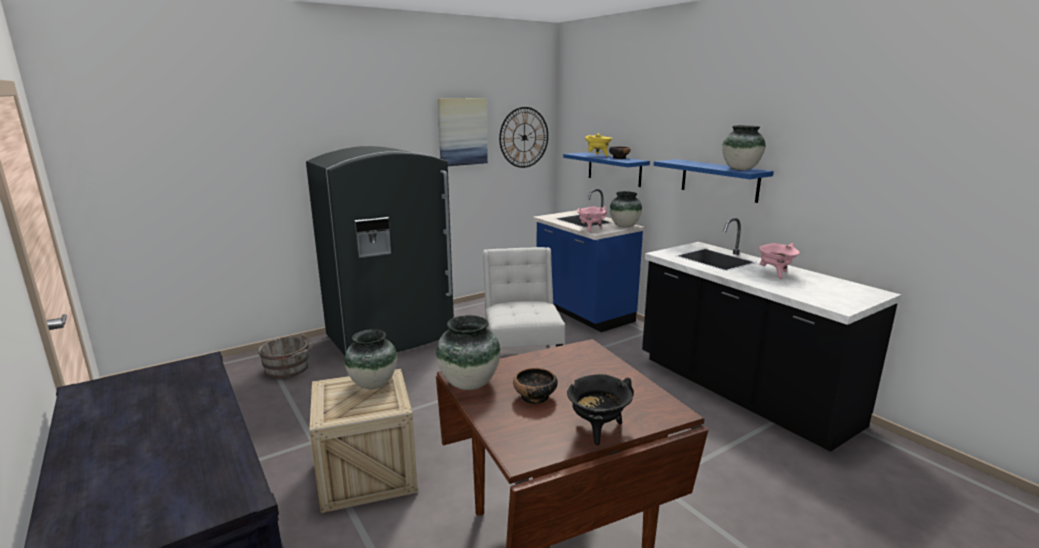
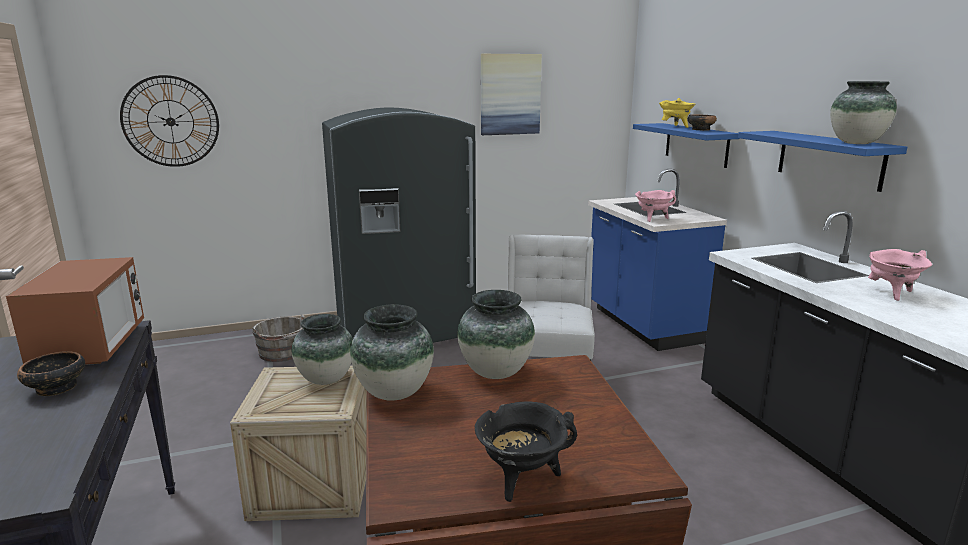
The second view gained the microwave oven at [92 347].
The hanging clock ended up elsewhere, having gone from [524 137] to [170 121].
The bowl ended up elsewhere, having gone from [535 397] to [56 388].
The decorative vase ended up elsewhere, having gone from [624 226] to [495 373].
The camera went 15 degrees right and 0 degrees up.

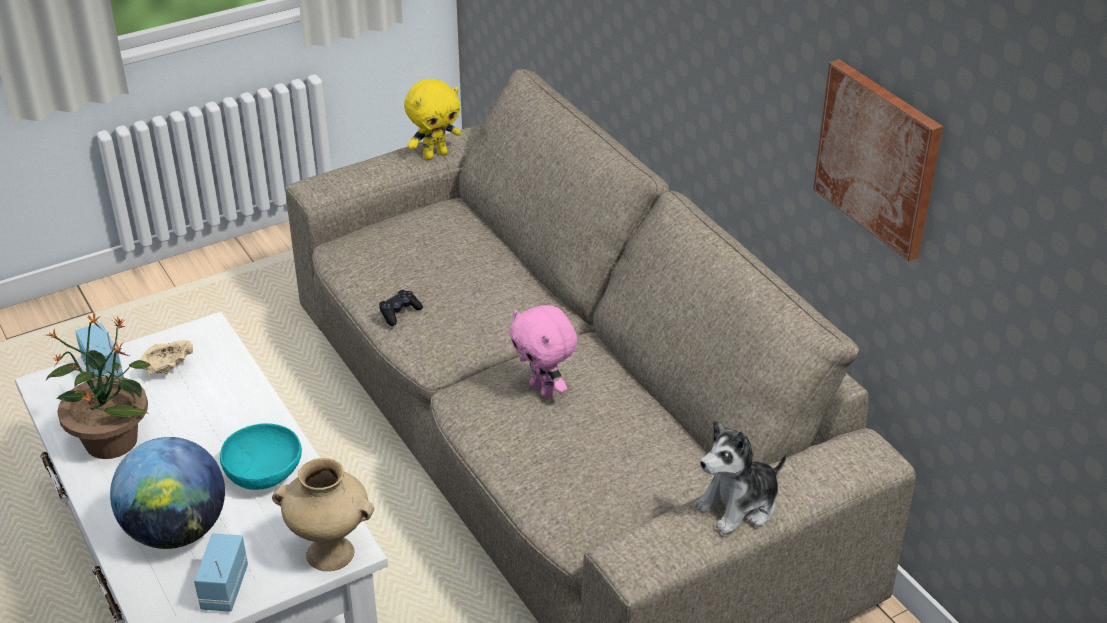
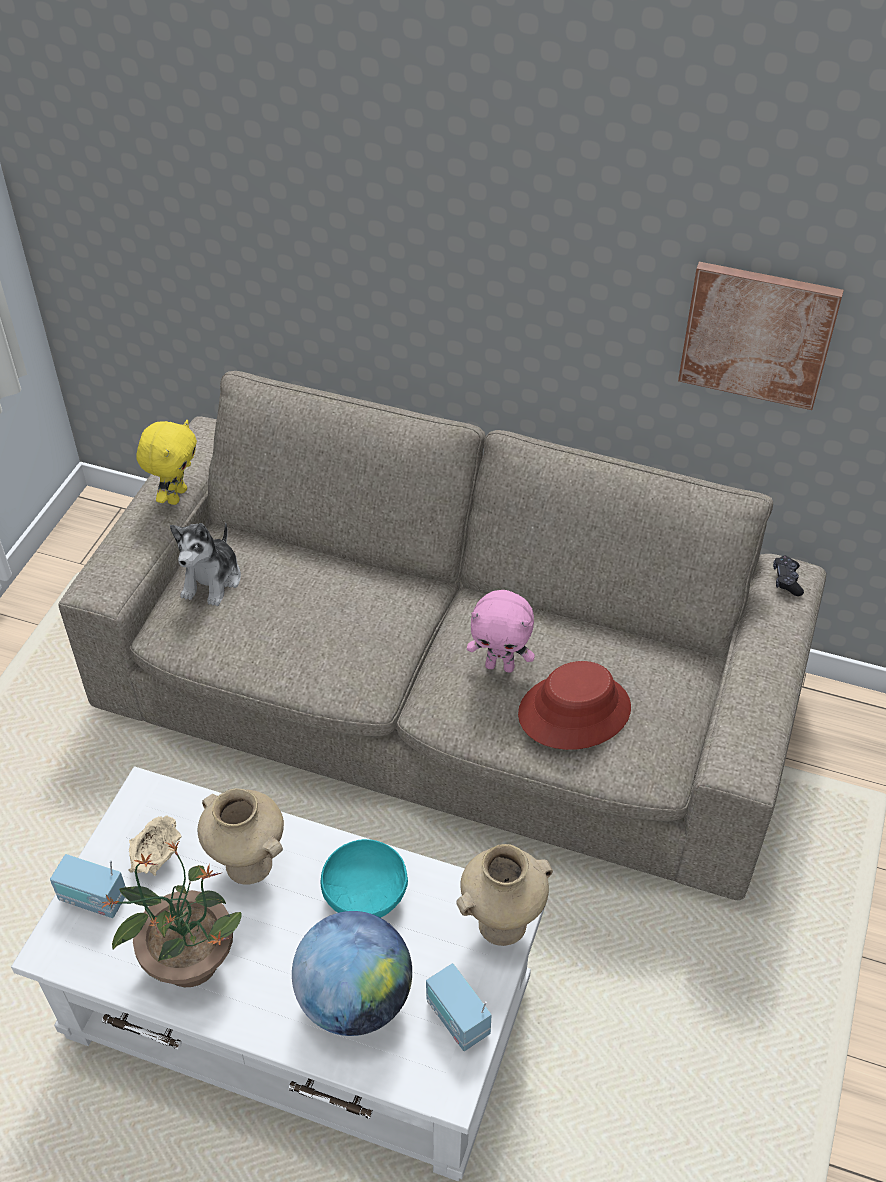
The second view gained the beige decorative vase at [247 864].
The second view gained the red hat at [574 711].
The black-coloured joypad ended up elsewhere, having gone from [399 313] to [786 580].
The soft toy ended up elsewhere, having gone from [739 506] to [212 580].
The camera went 40 degrees left and 10 degrees up.

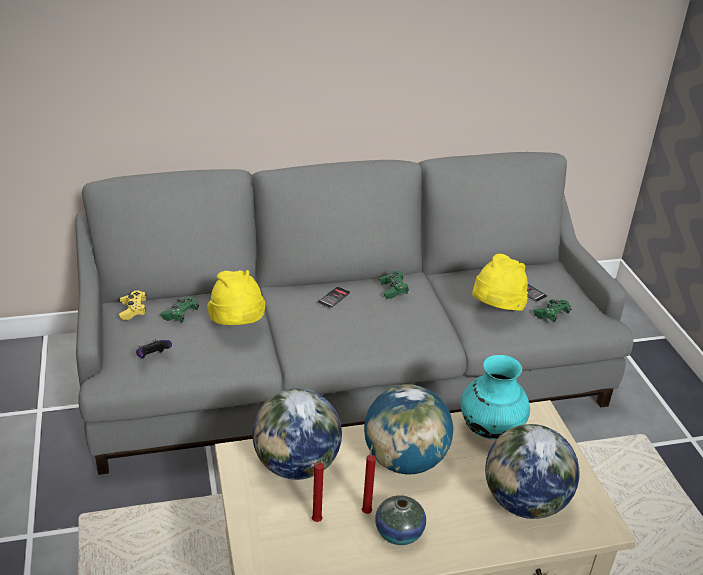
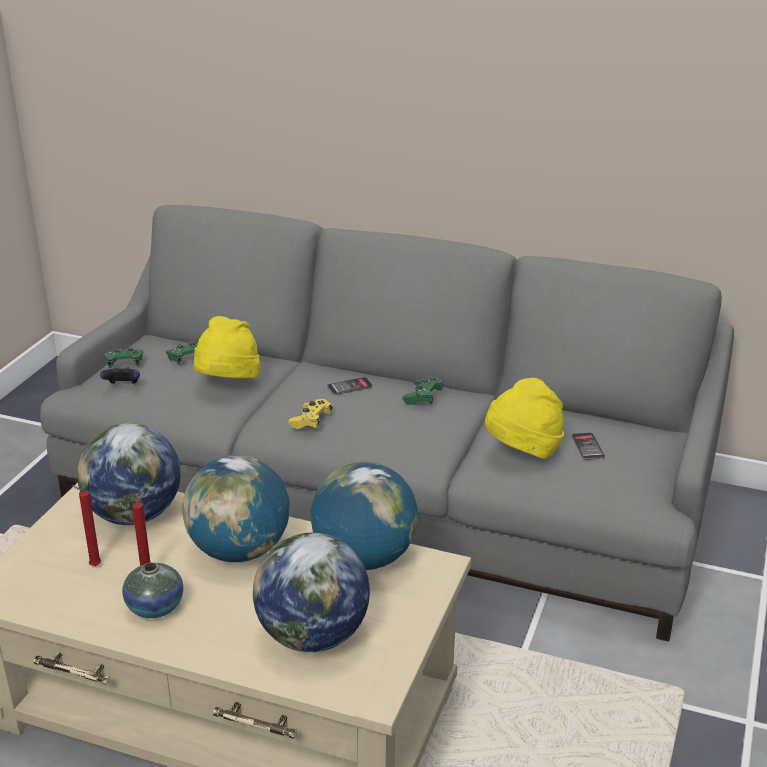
The yellow joypad ended up elsewhere, having gone from [133 310] to [311 421].
The greenish joypad ended up elsewhere, having gone from [551 315] to [125 364].
Where the turquoise decorative vase stood at [490 429], the world globe came to stand at [364 558].
The camera went 35 degrees right and 5 degrees down.

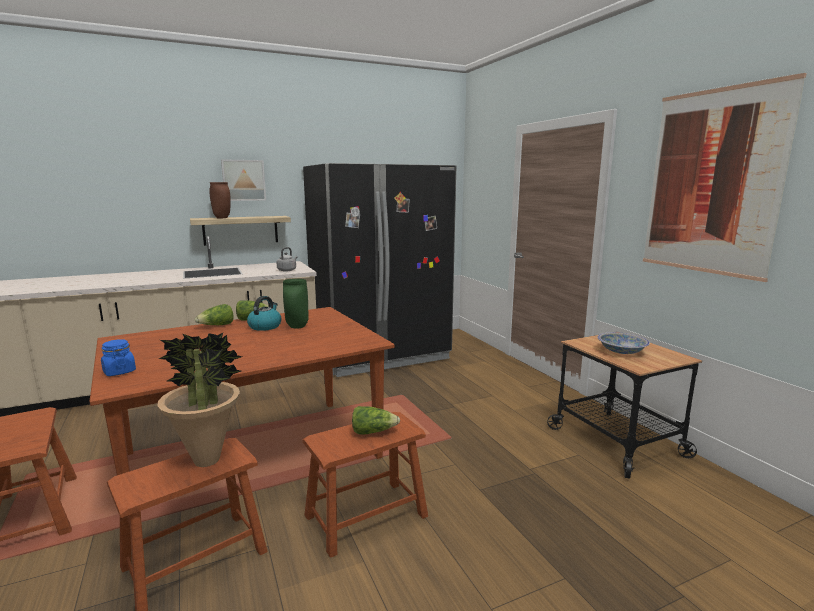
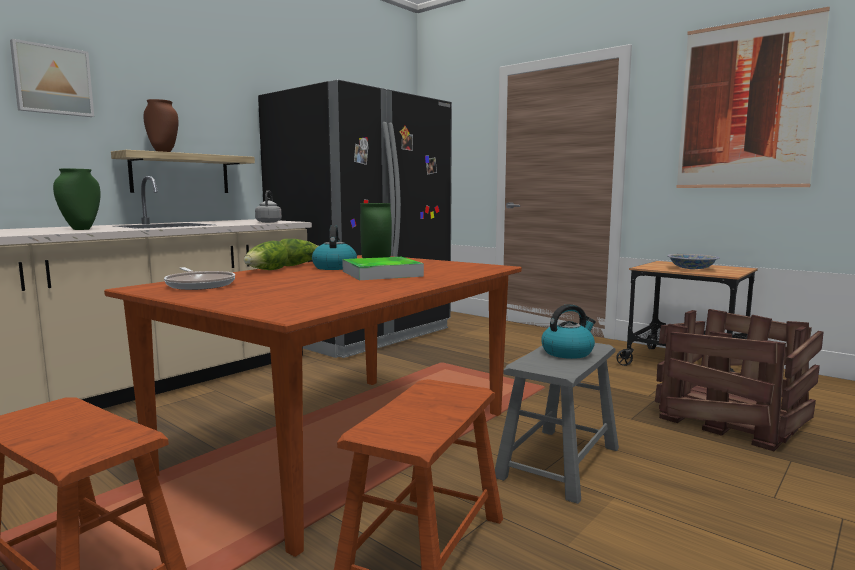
The second view lost the blue jar at [119 371].
The second view lost the potted plant at [207 460].
The second view gained the greenish decorative vase at [81 229].
The second view gained the skillet at [199 285].
The second view gained the serving tray at [382 273].
The second view gained the shipping crate at [734 418].
The wall art ended up elsewhere, having gone from [243 180] to [52 80].
Where the lettuce head stood at [373 432], the water kettle came to stand at [568 352].
What was the brown stool at [366 516] turned into the grey stool at [559 462].
The camera went 25 degrees left and 5 degrees down.

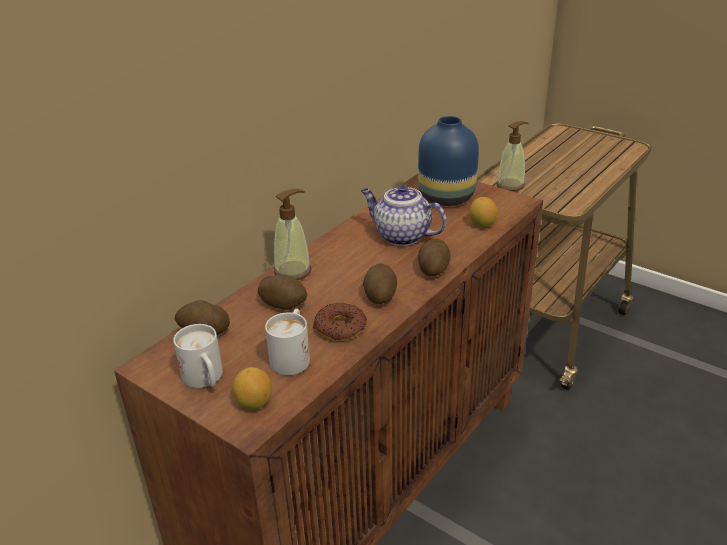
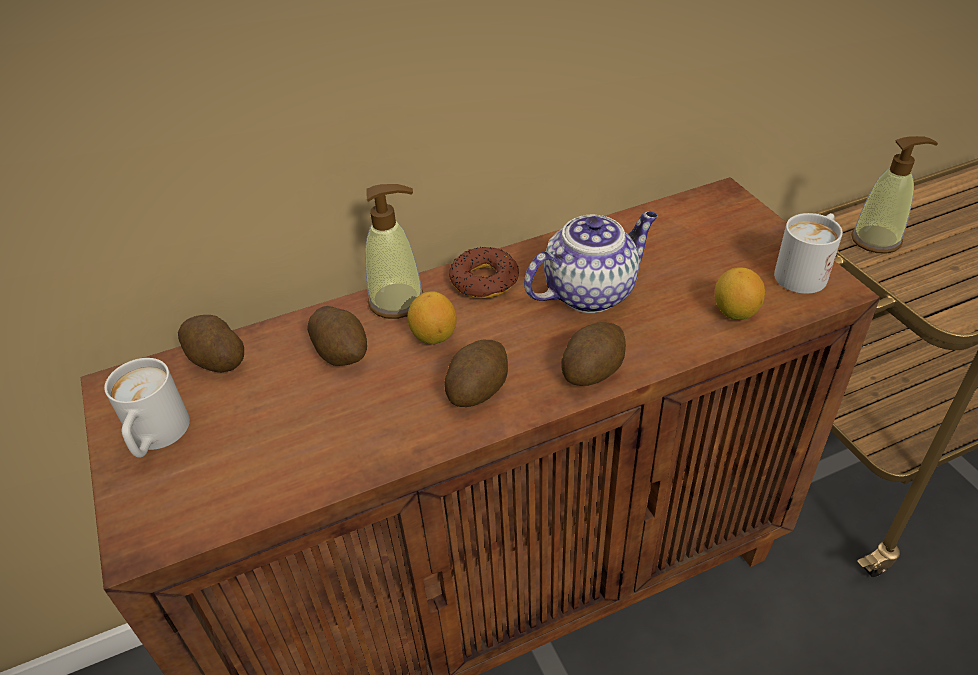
The second view lost the blue decorative vase at [447 197].
The citrus fruit ended up elsewhere, having gone from [254 403] to [434 336].
The white-coloured coffee mug ended up elsewhere, having gone from [292 356] to [805 271].
The doughnut ended up elsewhere, having gone from [340 327] to [483 280].
The teapot at [401 236] ended up facing another way, 90 degrees clockwise from before.
The camera went 30 degrees right and 10 degrees up.

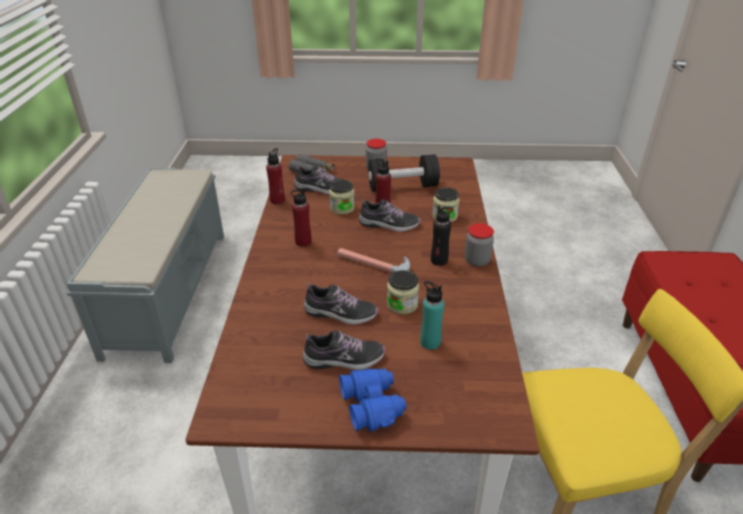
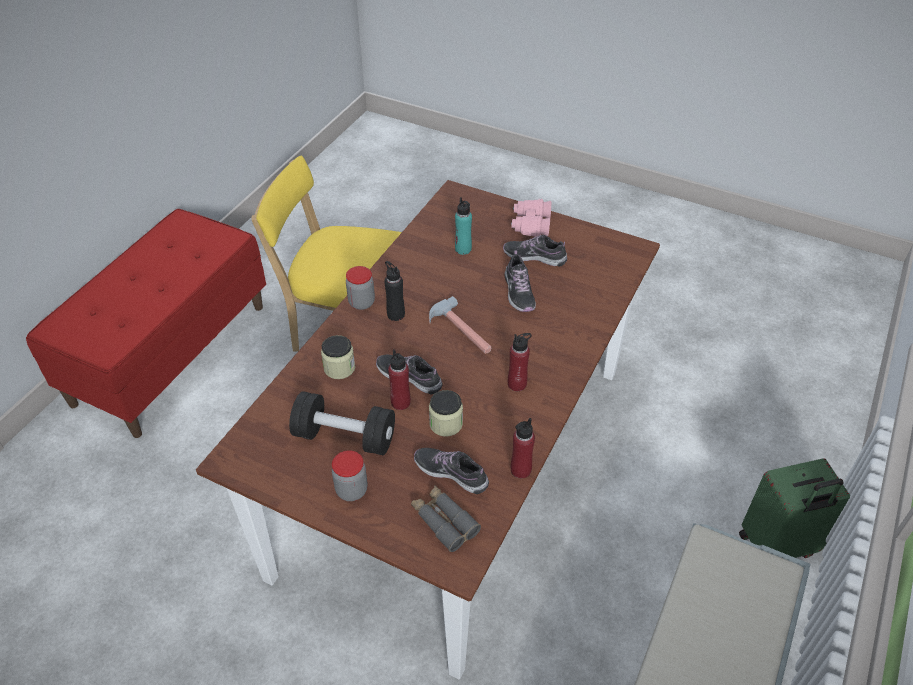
The second view lost the jar at [402 304].
The second view gained the greenish suitcase at [777 547].
What was the blue field glasses at [372 405] turned into the pinkish field glasses at [530 225].
The shoe at [340 313] ended up facing another way, 135 degrees counterclockwise from before.
The camera went 155 degrees left and 10 degrees up.

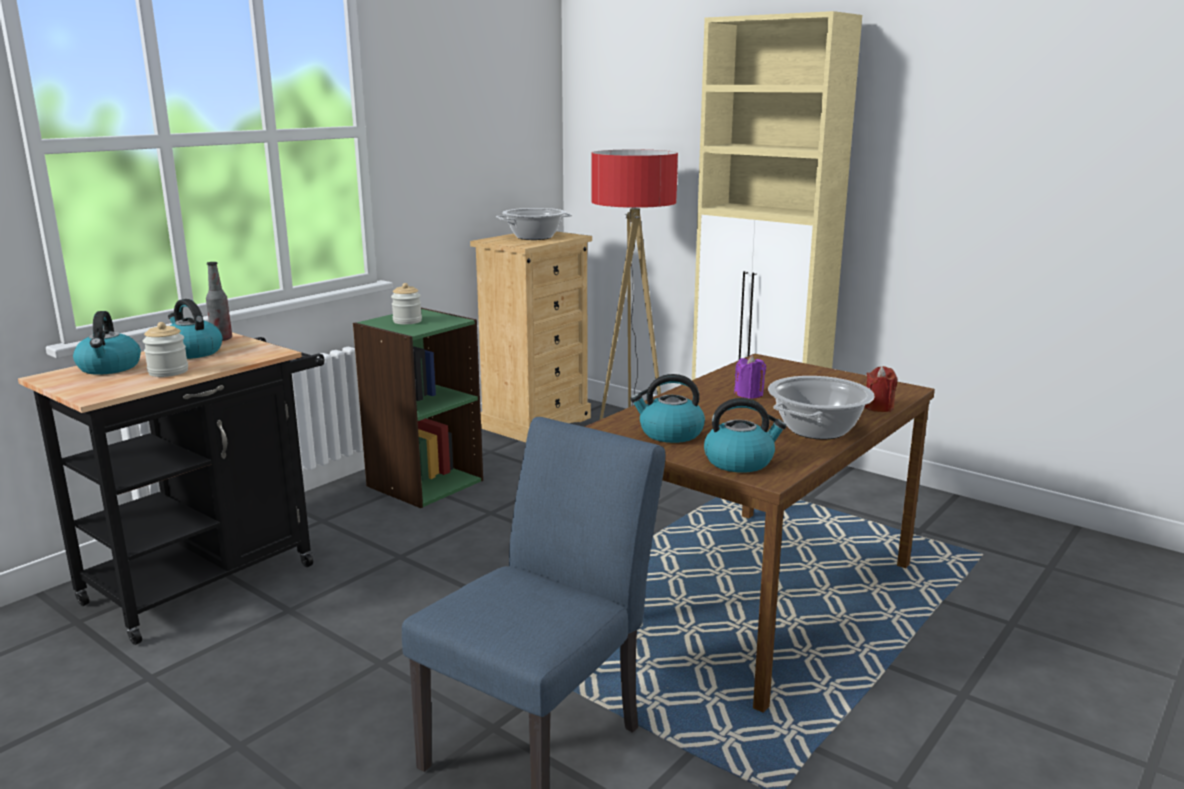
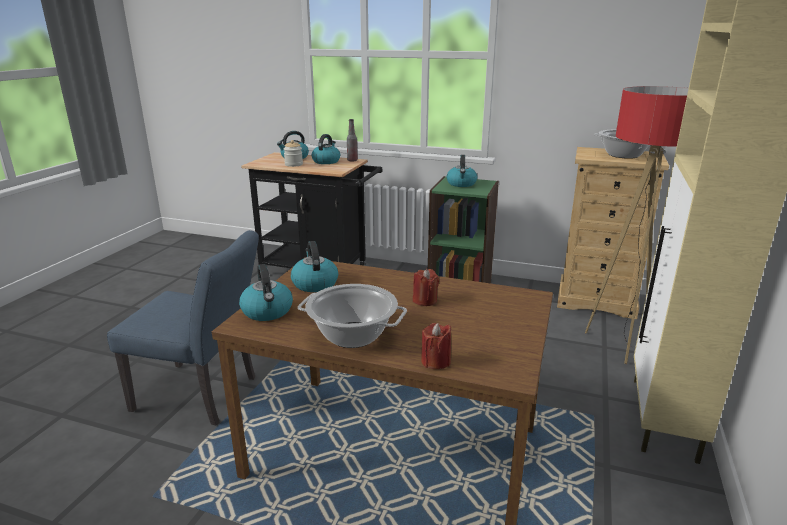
Where the jar stood at [407 321], the water kettle came to stand at [461 184].
What was the purplish wax light at [749 394] turned into the red wax light at [425 300].
The camera went 70 degrees right and 5 degrees up.

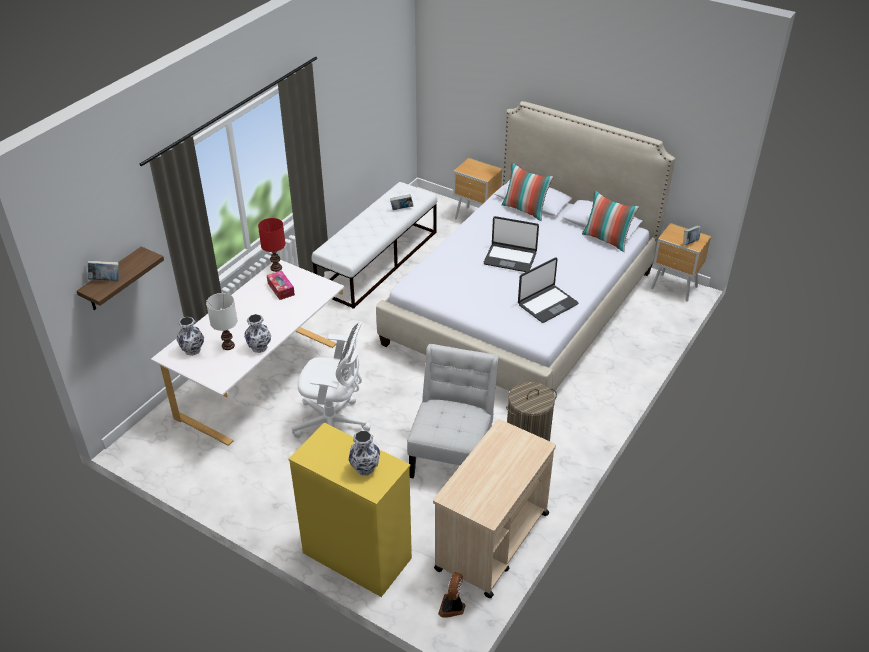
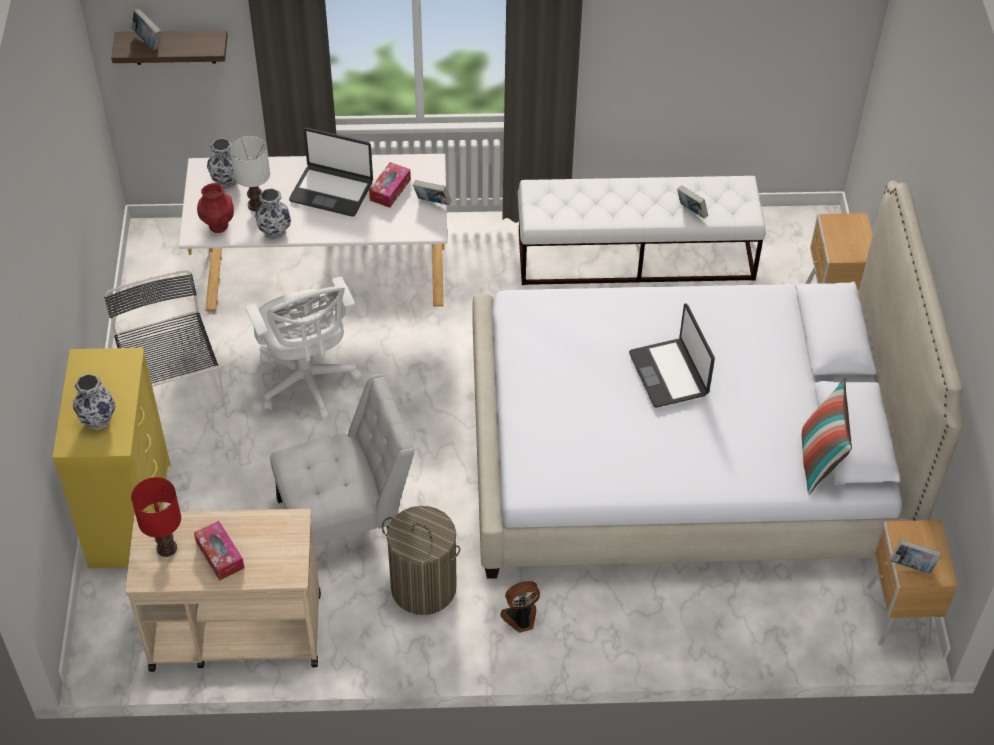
The second view lost the throw pillow at [525 210].
The second view gained the black-coloured plain chair at [174 390].
The second view gained the box of tissues at [220 555].
The second view gained the red decorative vase at [218 226].
The second view gained the book at [432 203].
The red lamp for a table ended up elsewhere, having gone from [276 268] to [167 548].
The cooling fan ended up elsewhere, having gone from [452 607] to [521 619].
The portable computer ended up elsewhere, having gone from [547 304] to [332 191].
The camera went 55 degrees right and 10 degrees up.

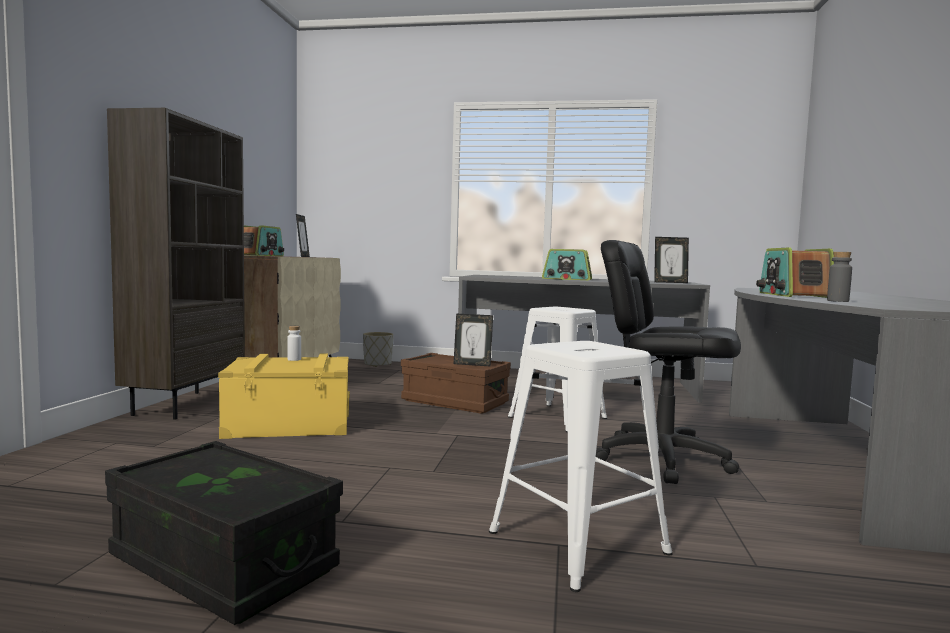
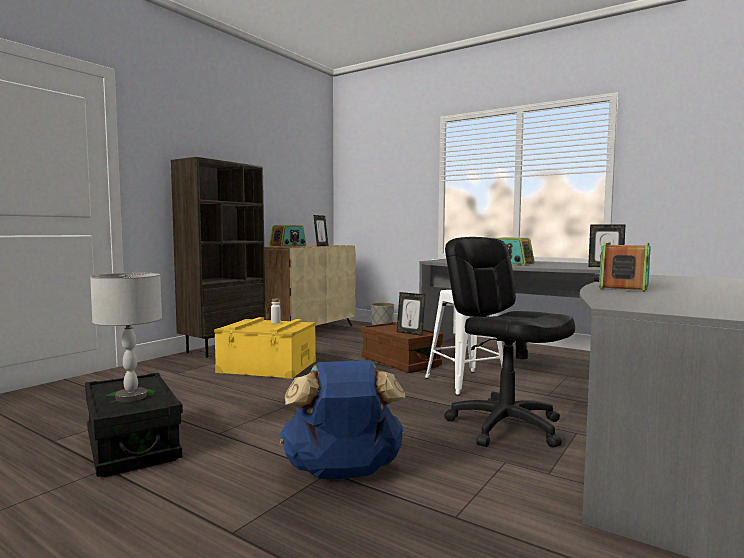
The second view lost the grey bottle at [837 301].
The second view gained the grey lamp for a table at [130 397].
Where the white-coloured stool stood at [577 543], the blue rucksack came to stand at [343 474].
The camera went 25 degrees right and 0 degrees up.

